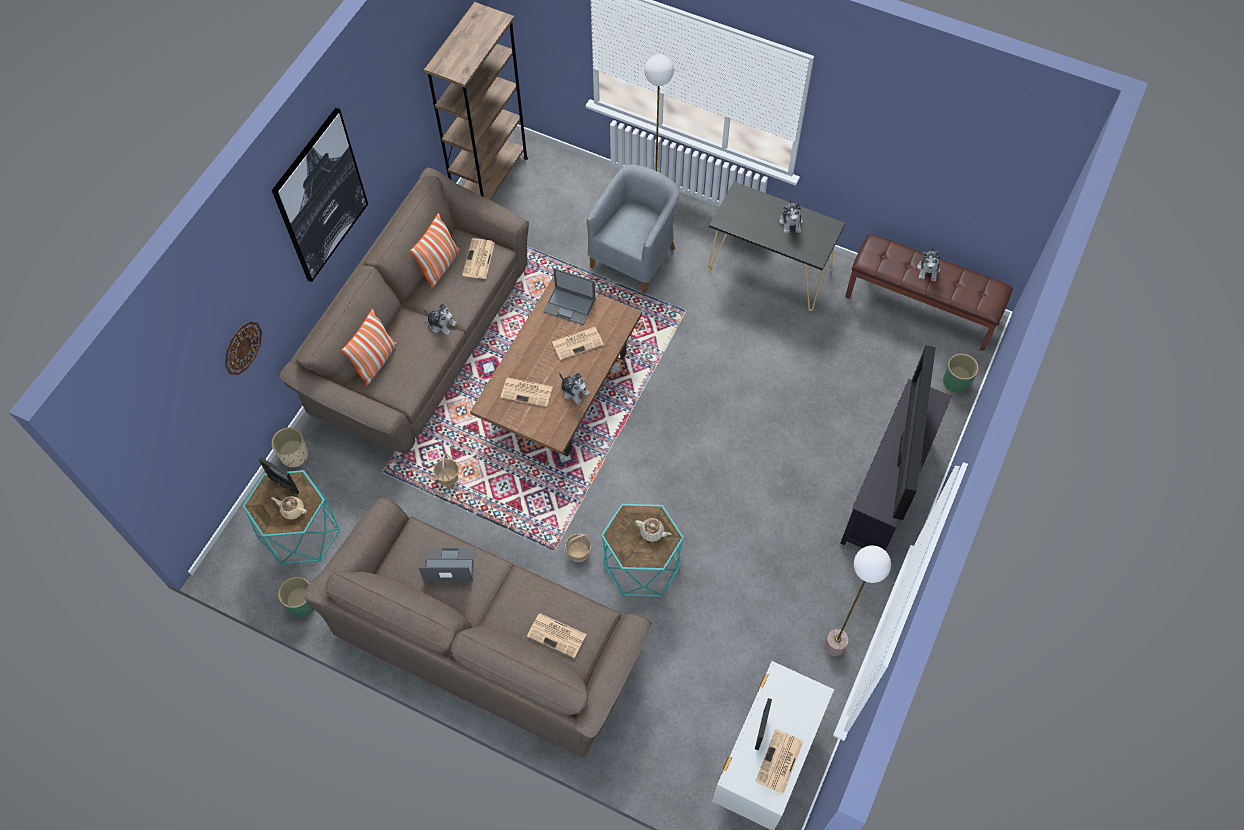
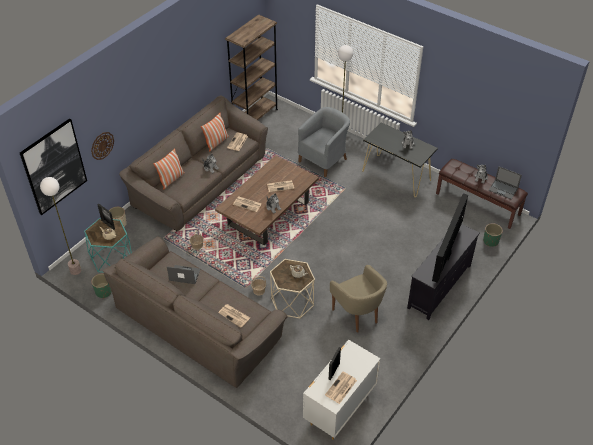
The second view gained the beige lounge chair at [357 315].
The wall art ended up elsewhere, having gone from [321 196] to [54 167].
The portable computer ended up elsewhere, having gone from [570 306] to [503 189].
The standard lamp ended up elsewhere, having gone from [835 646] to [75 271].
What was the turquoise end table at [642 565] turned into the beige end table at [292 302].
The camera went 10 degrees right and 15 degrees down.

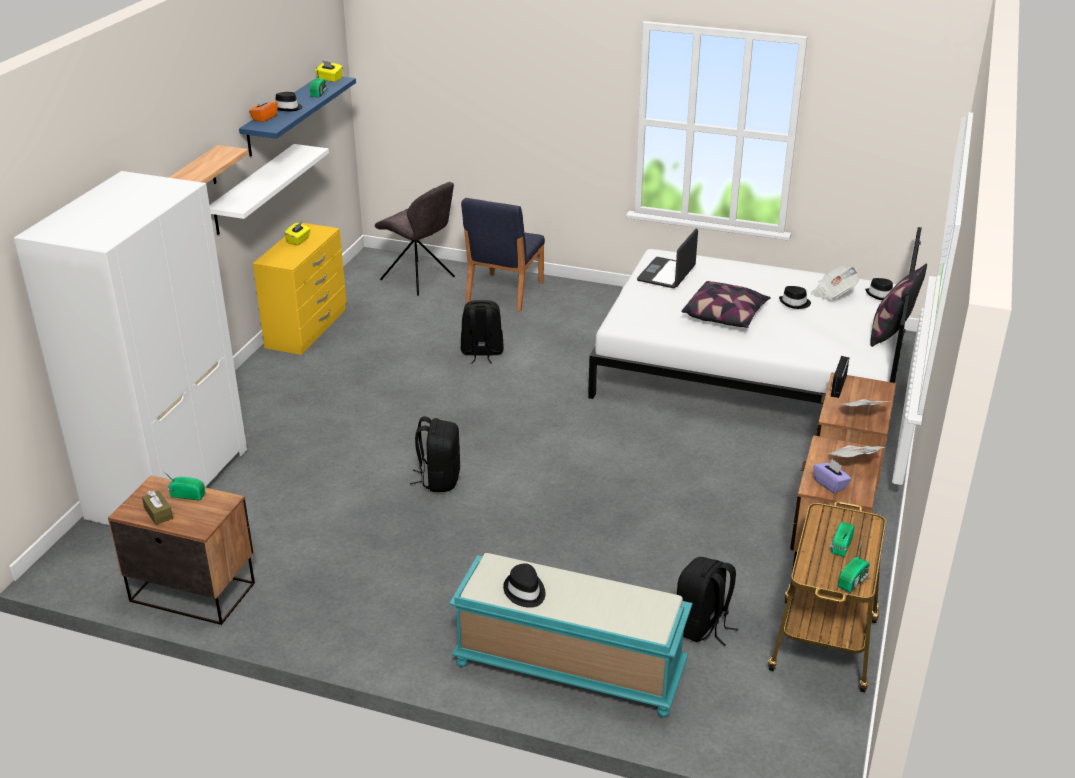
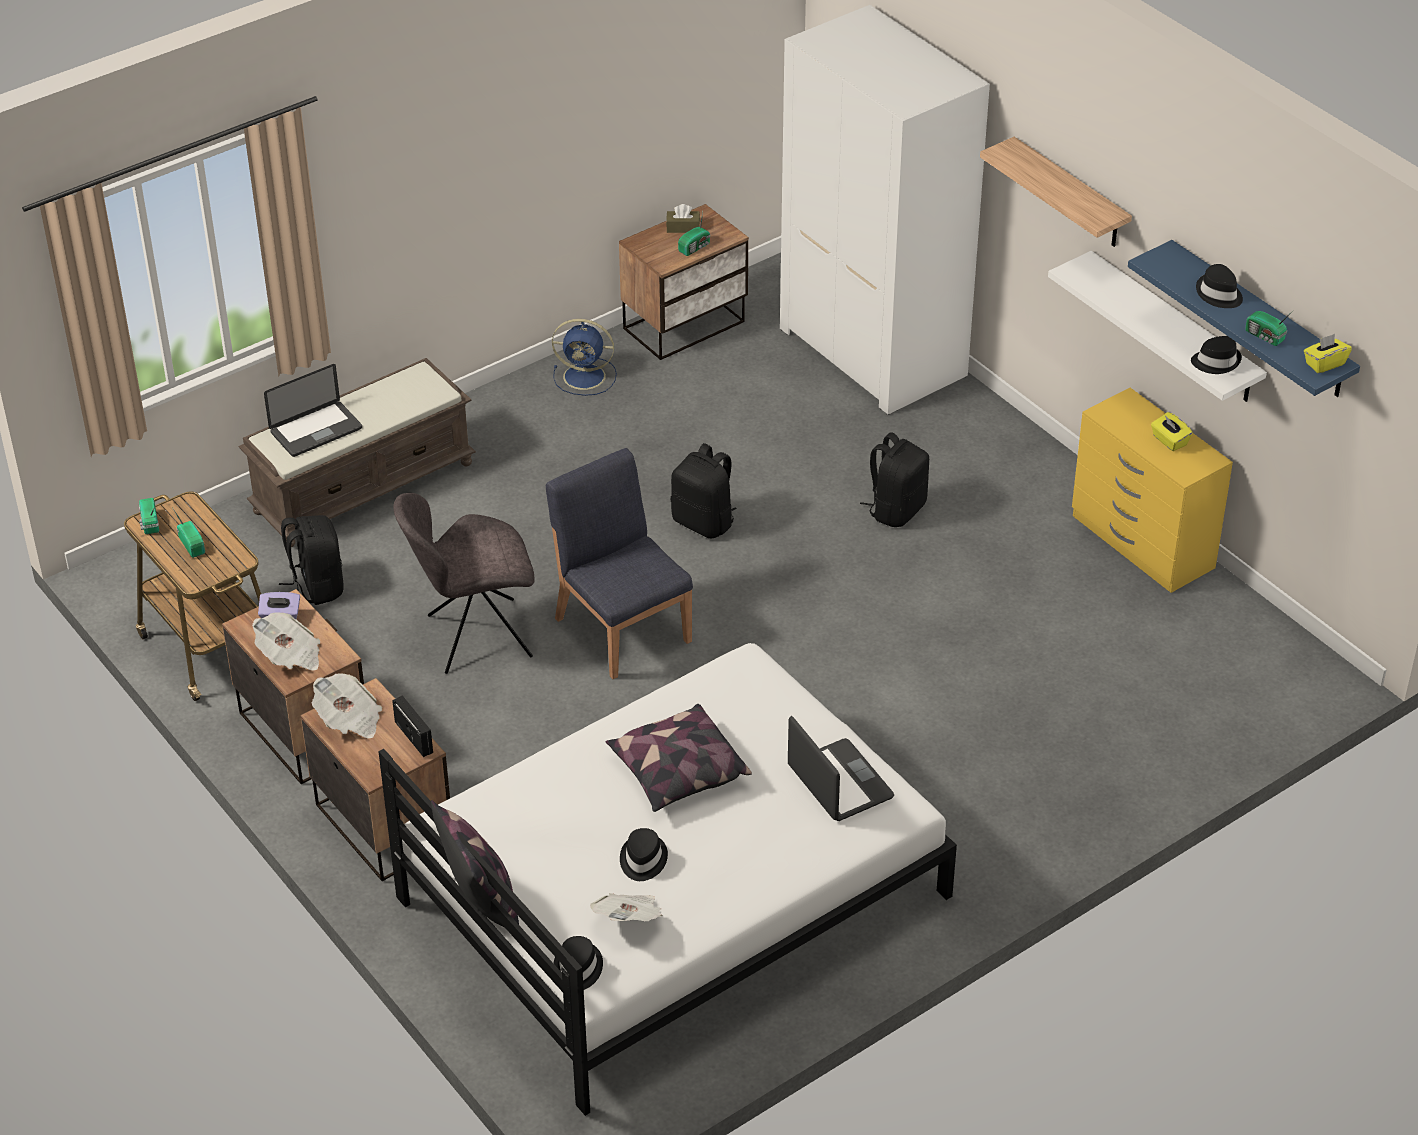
The second view lost the orange box of tissues at [264 118].
The second view gained the portable computer at [316 430].
The second view gained the blue cooling fan at [586 377].
The grey plain chair ended up elsewhere, having gone from [419 279] to [474 637].
The blue plain chair ended up elsewhere, having gone from [504 292] to [622 628].
The black-coloured rucksack ended up elsewhere, having gone from [481 353] to [896 510].
The black-coloured hat ended up elsewhere, having gone from [524 592] to [1216 361].
What was the turquoise bench at [567 667] turned into the brown bench at [364 486].
The camera went 125 degrees right and 10 degrees up.

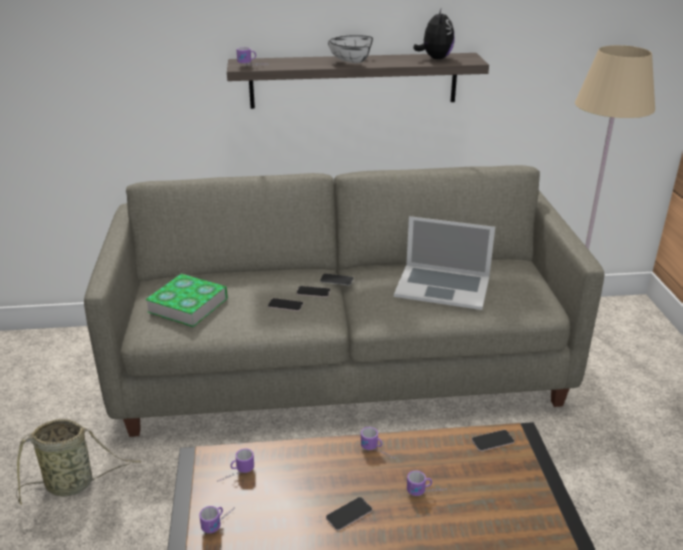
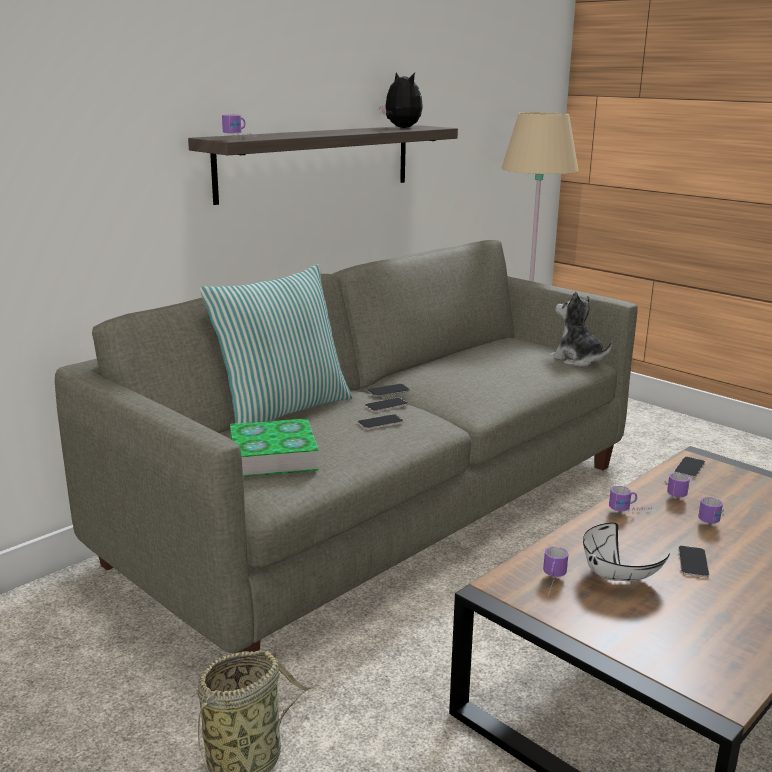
The second view lost the portable computer at [442 286].
The second view gained the throw pillow at [282 410].
The second view gained the soft toy at [577 360].
The coffee mug ended up elsewhere, having gone from [220 522] to [672 493].
The white-coloured bowl ended up elsewhere, having gone from [350 62] to [616 577].
The camera went 40 degrees left and 10 degrees down.

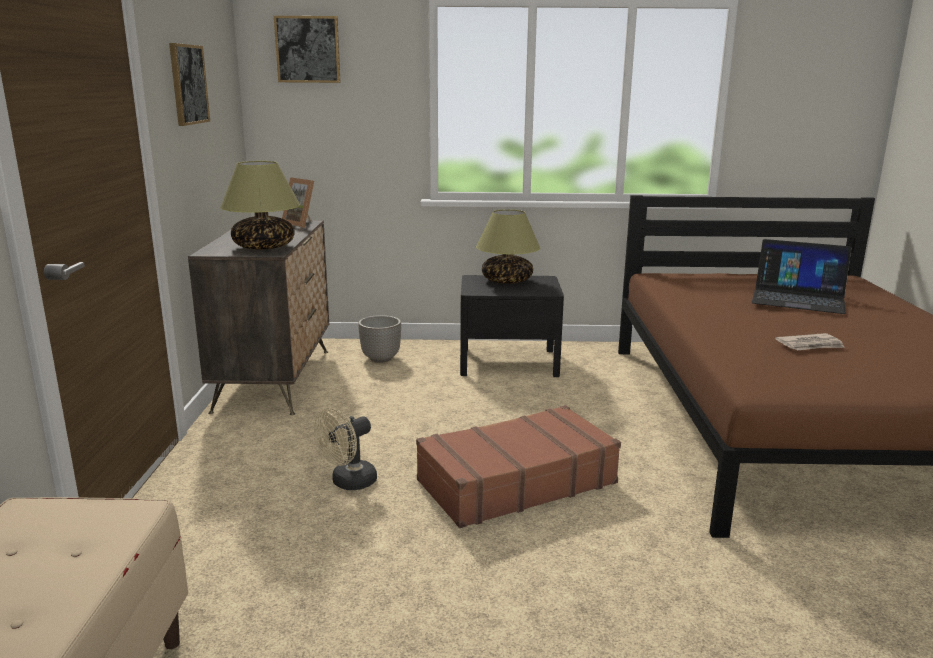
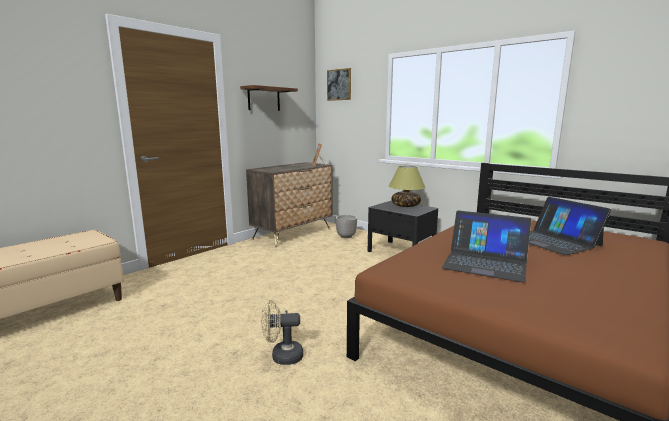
The second view lost the lamp for a table at [263 247].
The second view lost the brown suitcase at [515 482].
The beige cooling fan ended up elsewhere, having gone from [348 483] to [282 356].
Where the wall art hung at [188 84], the brown bracket shelf came to hang at [264 99].
Where the daily paper stood at [810 345], the portable computer came to stand at [485 263].
The camera went 40 degrees right and 5 degrees down.

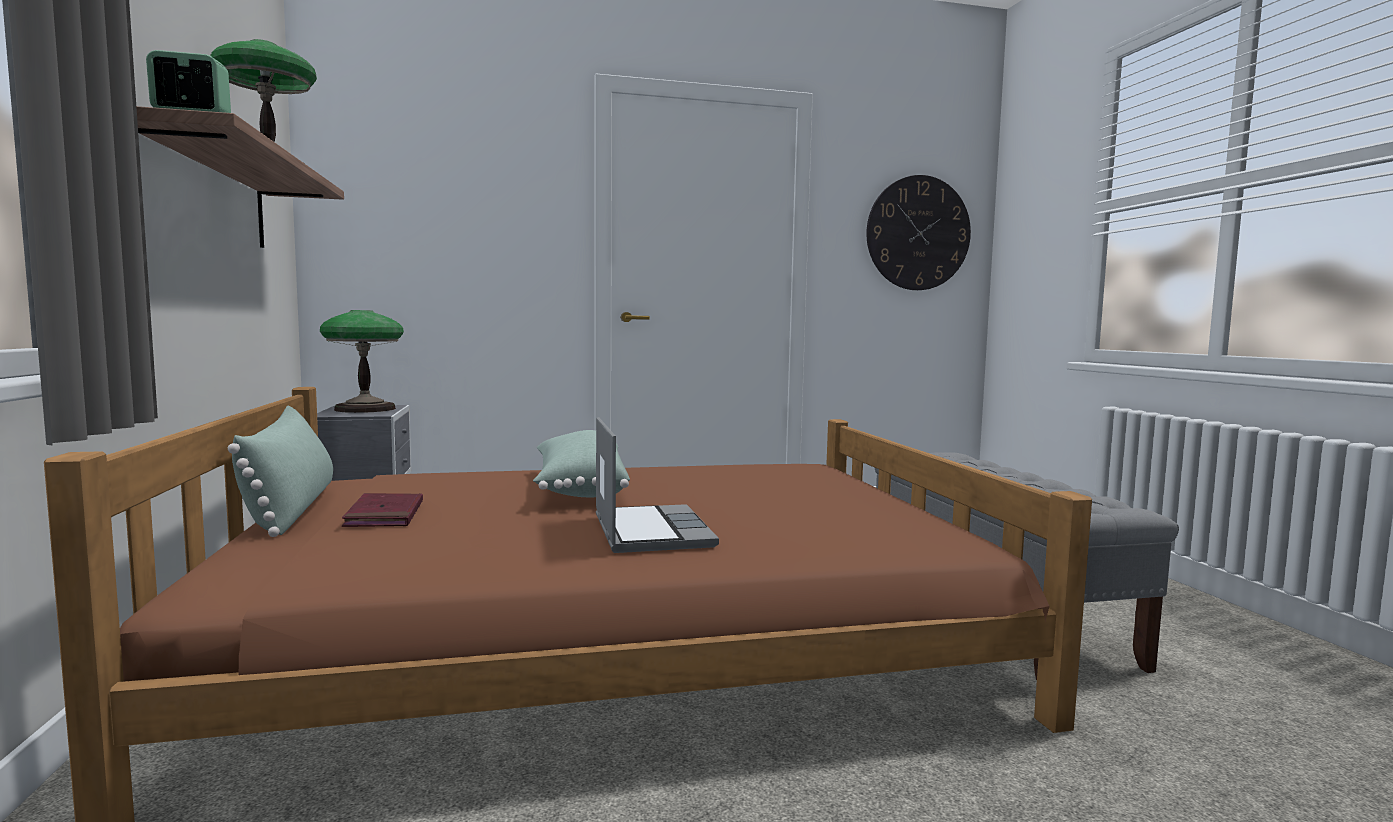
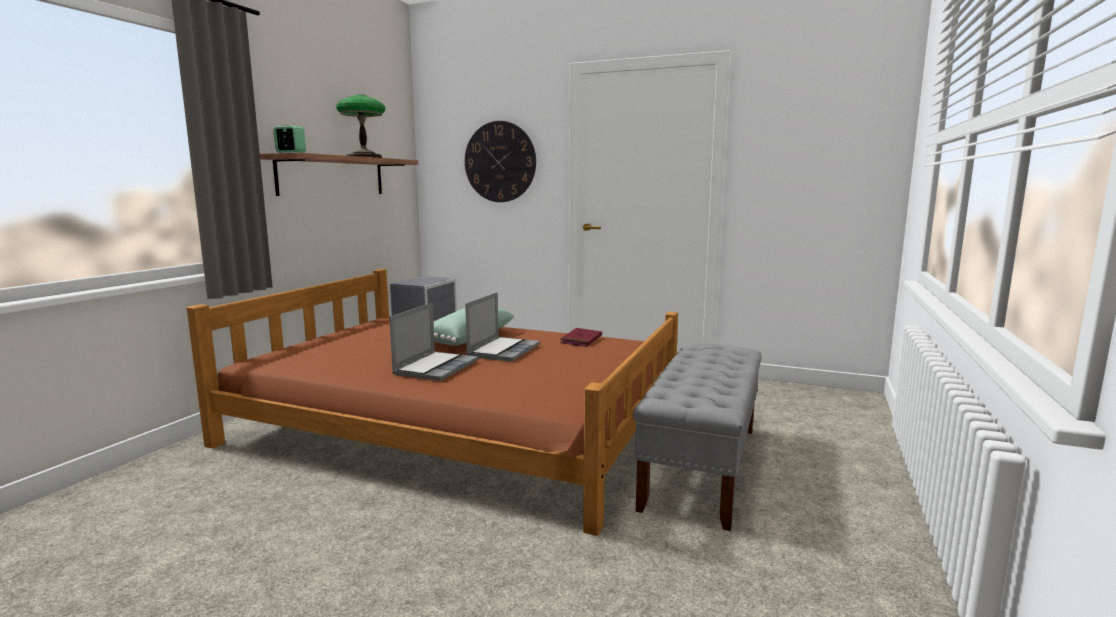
The second view lost the greenish throw pillow at [291 509].
The second view lost the lamp for a table at [364 409].
The second view gained the portable computer at [503 350].
The red book ended up elsewhere, having gone from [385 515] to [581 340].
The hanging clock ended up elsewhere, having gone from [918 233] to [500 162].
The camera went 35 degrees right and 5 degrees up.

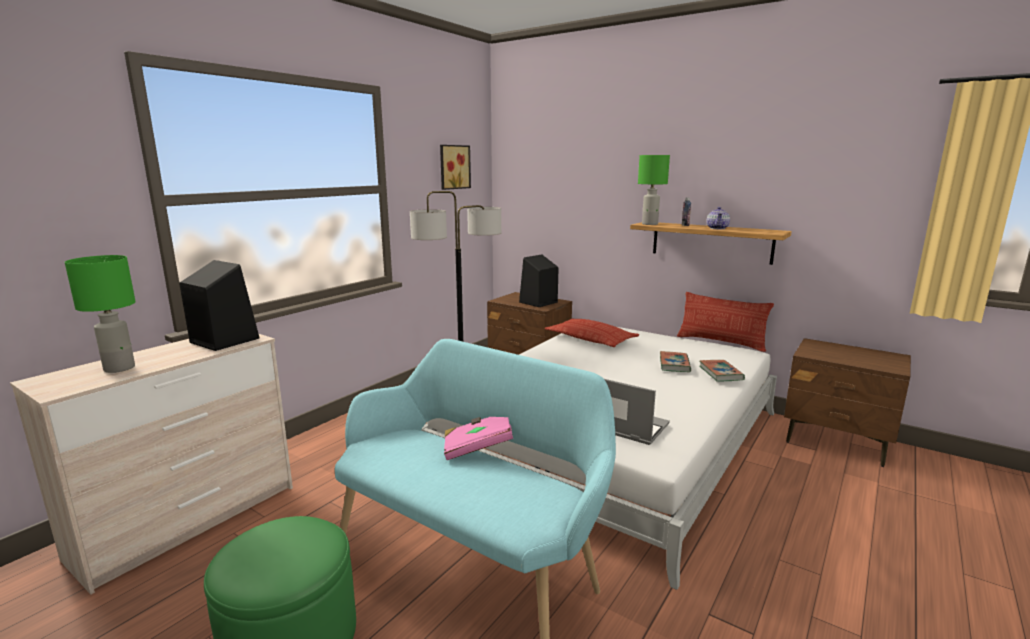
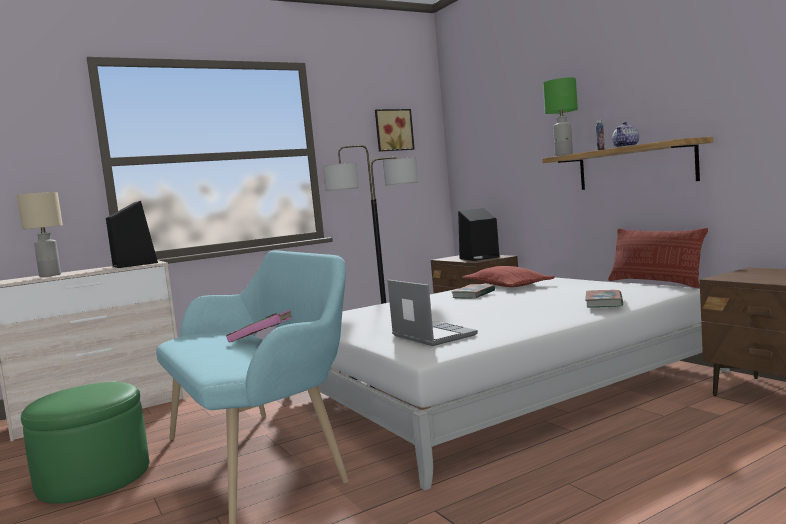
The book ended up elsewhere, having gone from [674 364] to [473 294].
What was the greenish lamp for a table at [119 368] turned into the beige lamp for a table at [50 275].
The camera went 25 degrees right and 10 degrees down.

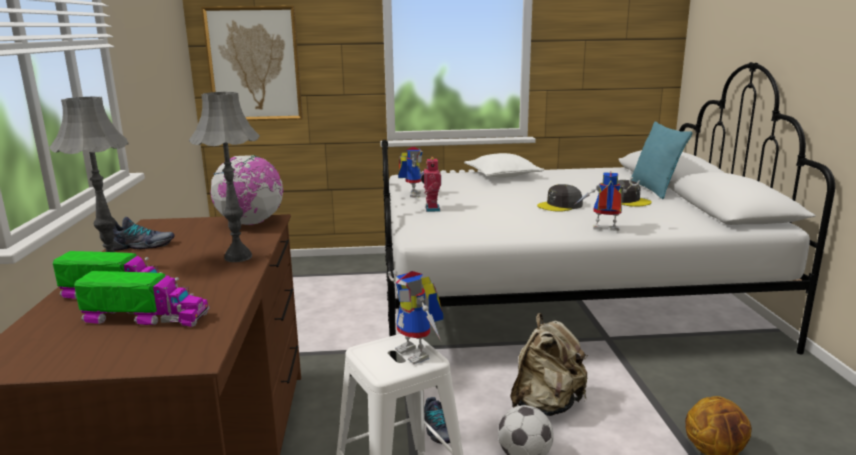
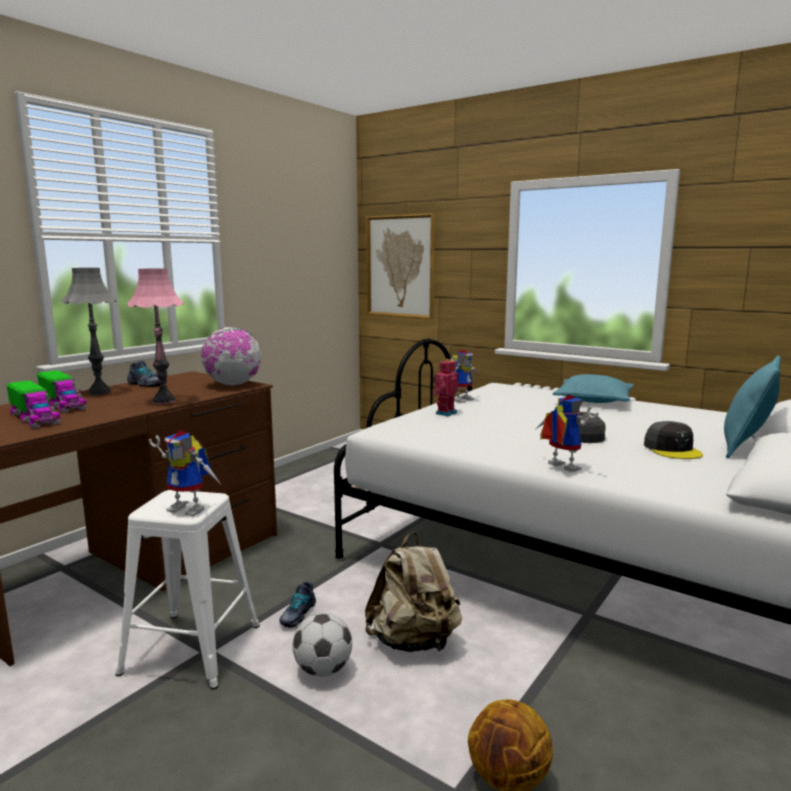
What was the grey lamp for a table at [238 257] turned into the pinkish lamp for a table at [164 401].
What was the white-coloured throw pillow at [502 175] turned into the turquoise throw pillow at [593 400].
The toy robot at [419 354] ended up facing another way, 75 degrees counterclockwise from before.
The camera went 40 degrees right and 5 degrees down.

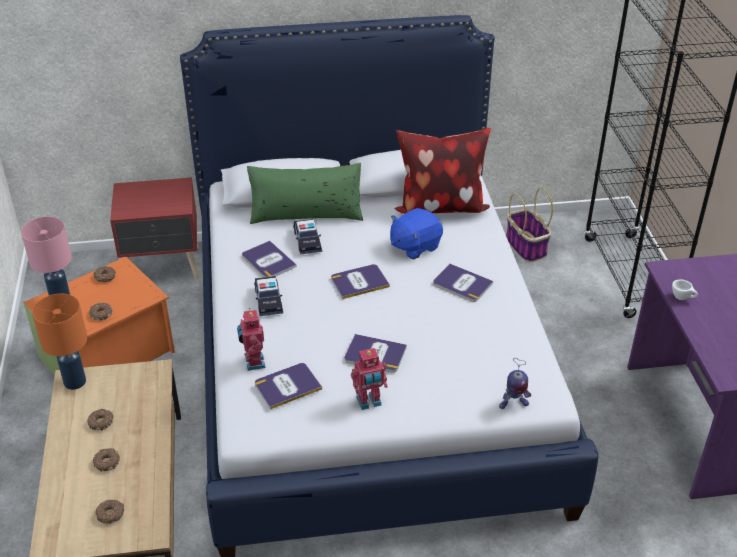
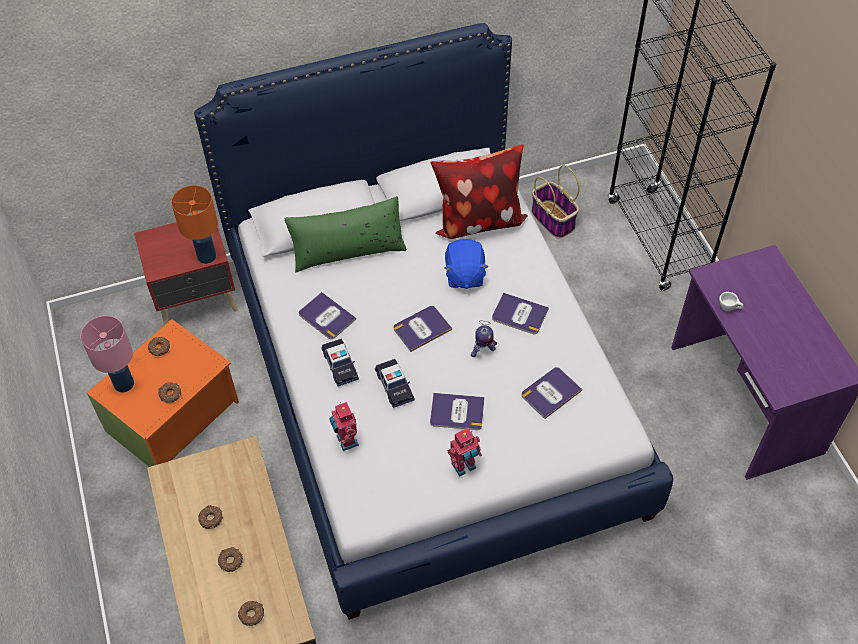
The orange lamp for a table ended up elsewhere, having gone from [74 381] to [206 256].
The book ended up elsewhere, having gone from [287 386] to [550 393].
The miniature car ended up elsewhere, having gone from [307 241] to [394 386].
The toy robot ended up elsewhere, having gone from [513 404] to [482 351].
The blue soft toy at [414 246] ended up facing another way, 45 degrees counterclockwise from before.
The camera went 10 degrees left and 15 degrees up.

